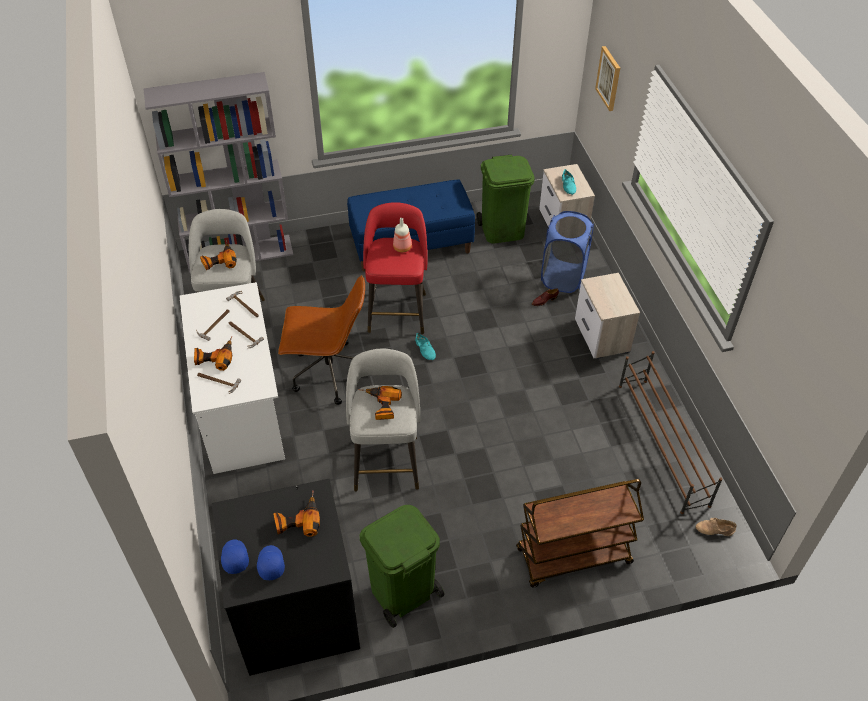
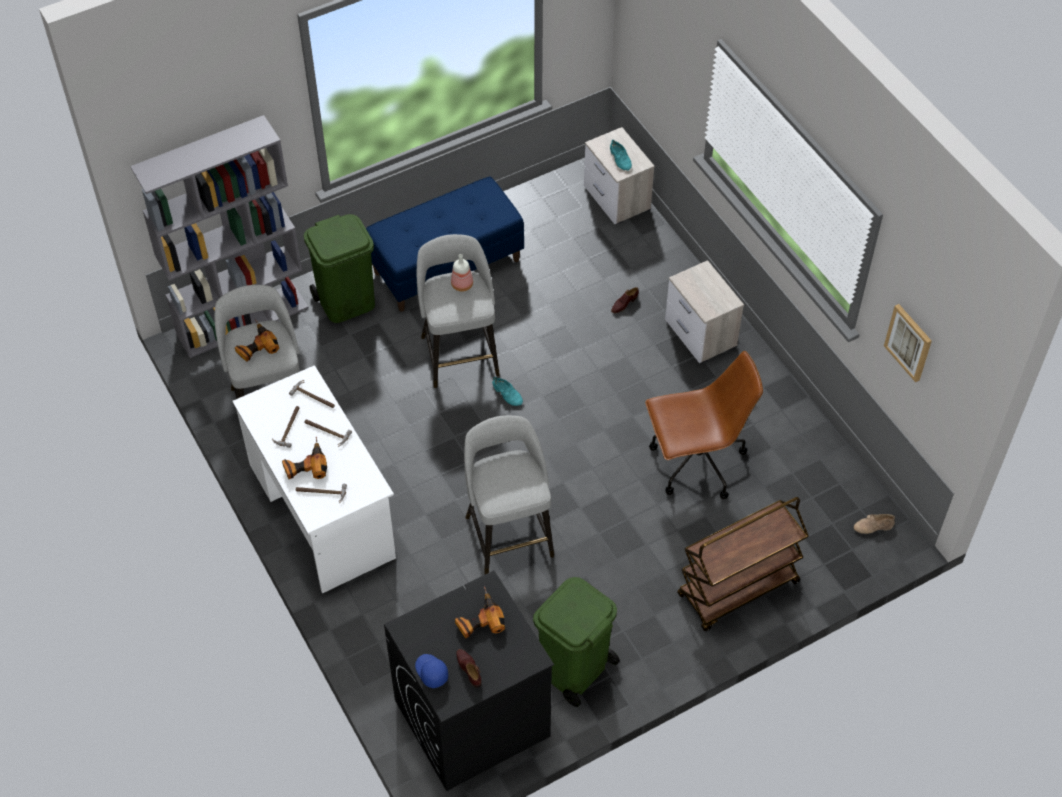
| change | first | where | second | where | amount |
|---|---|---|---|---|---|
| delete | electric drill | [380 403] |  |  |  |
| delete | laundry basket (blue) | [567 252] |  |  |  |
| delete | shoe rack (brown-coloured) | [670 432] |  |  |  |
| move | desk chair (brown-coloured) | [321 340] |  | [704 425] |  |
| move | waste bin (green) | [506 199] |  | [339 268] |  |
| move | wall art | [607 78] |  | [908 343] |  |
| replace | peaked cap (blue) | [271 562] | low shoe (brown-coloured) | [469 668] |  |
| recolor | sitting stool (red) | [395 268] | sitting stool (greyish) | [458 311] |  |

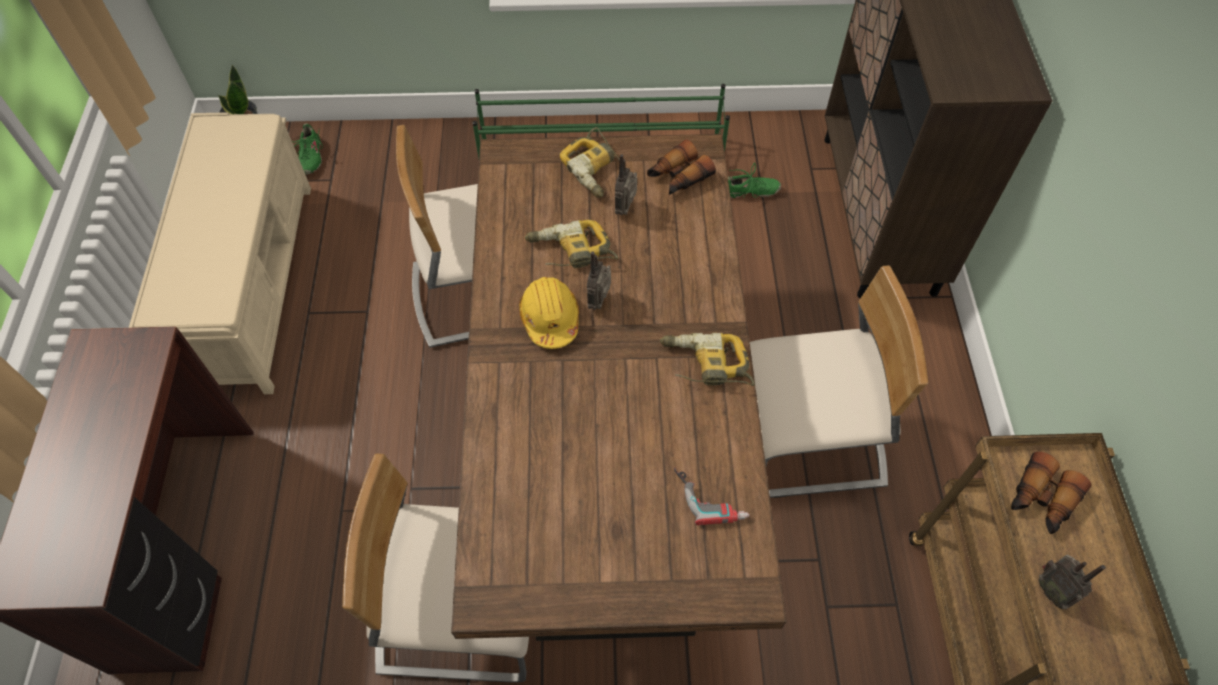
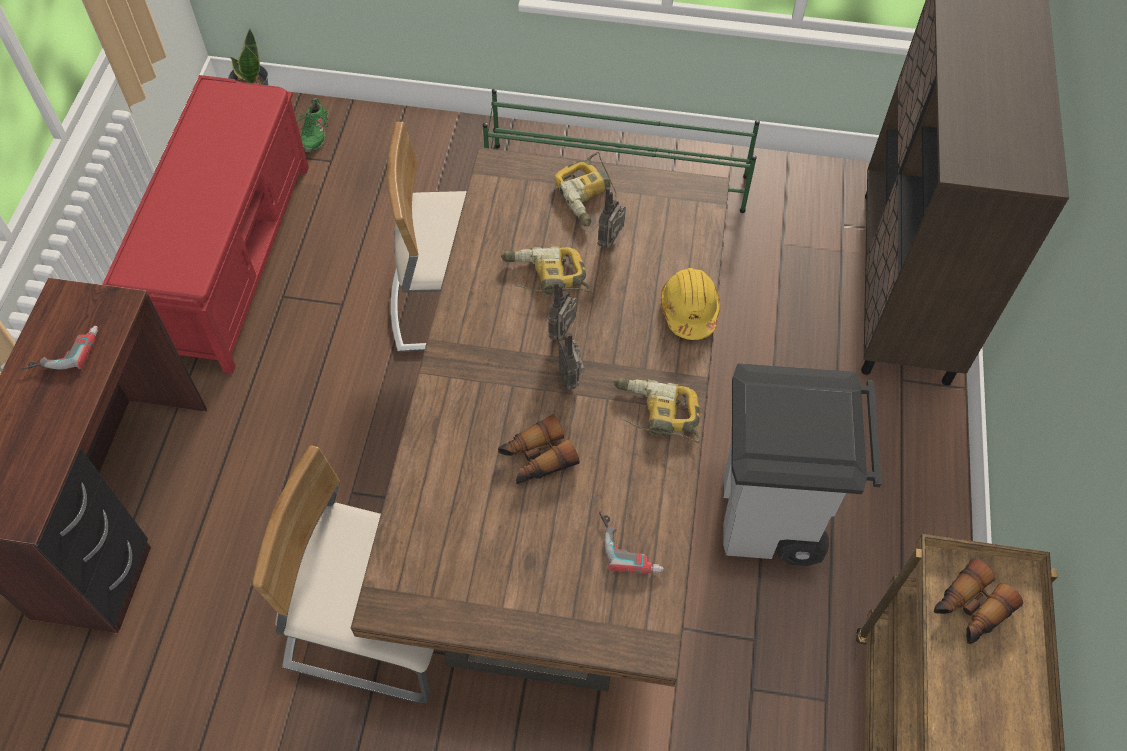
| change | first | where | second | where | amount |
|---|---|---|---|---|---|
| delete | low shoe (green) | [754 180] |  |  |  |
| insert |  |  | electric drill | [59 348] |  |
| move | work helmet (yellow-coloured) | [549 313] |  | [690 304] |  |
| move | field glasses | [681 167] |  | [538 449] |  |
| move | radio set | [1072 582] |  | [571 361] |  |
| replace | chair (sand-coloured) | [839 381] | waste bin (greyish) | [802 464] |  |
| recolor | indoor bench (sand-coloured) | [220 253] | indoor bench (red) | [205 224] |  |

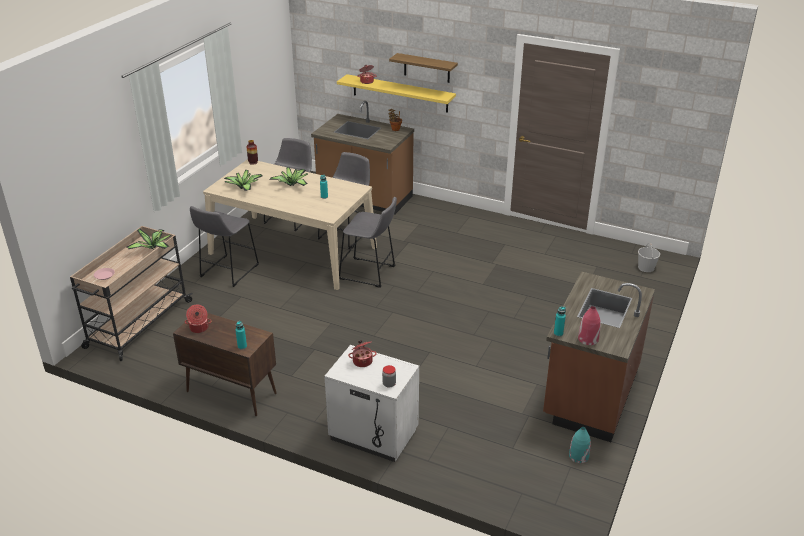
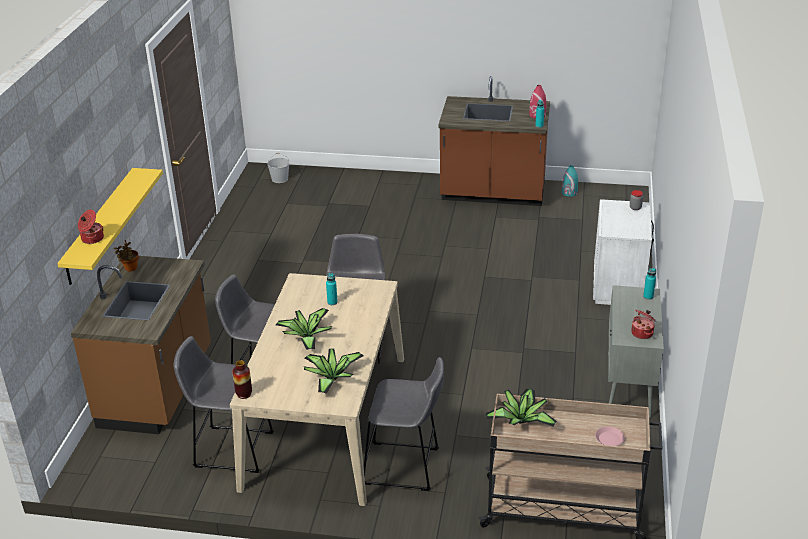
| change | first | where | second | where | amount |
|---|---|---|---|---|---|
| delete | cooking pot | [362 353] |  |  |  |
| delete | bracket shelf | [423 68] |  |  |  |
| recolor | cupboard (brown-coloured) | [225 364] | cupboard (greyish) | [636 351] |  |

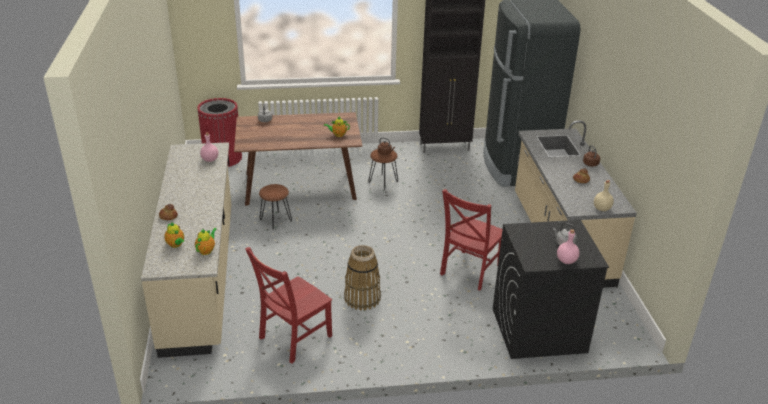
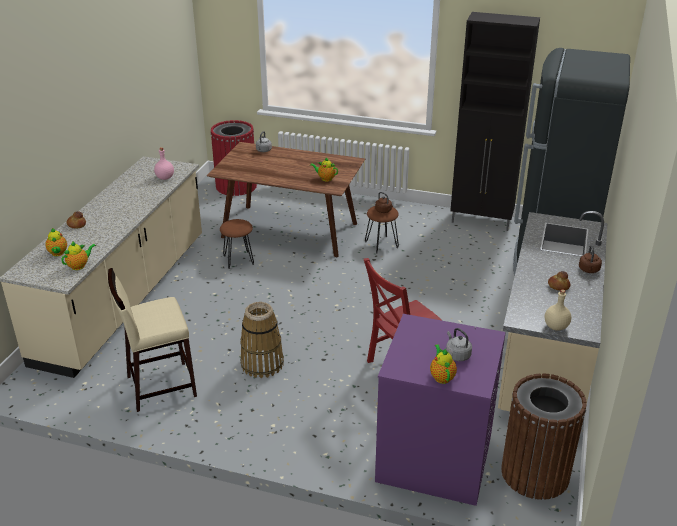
| change | first | where | second | where | amount |
|---|---|---|---|---|---|
| insert |  |  | waste bin (brown-coloured) | [544 436] |  |
| replace | chair (red) | [288 305] | sitting stool (sand-coloured) | [152 340] |  |
| replace | bottle (pinkish) | [568 246] | tea pot | [443 364] |  |
| recolor | laundry machine (black) | [551 289] | laundry machine (purple-coloured) | [440 410] |  |

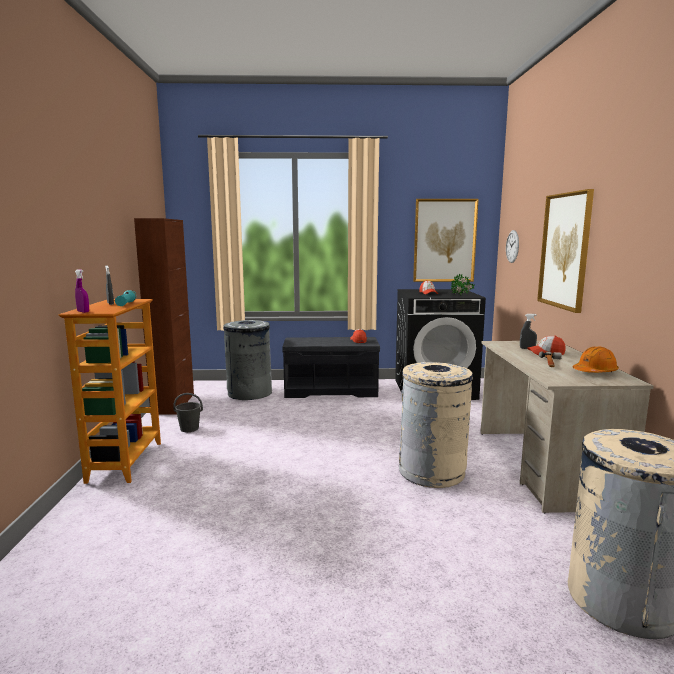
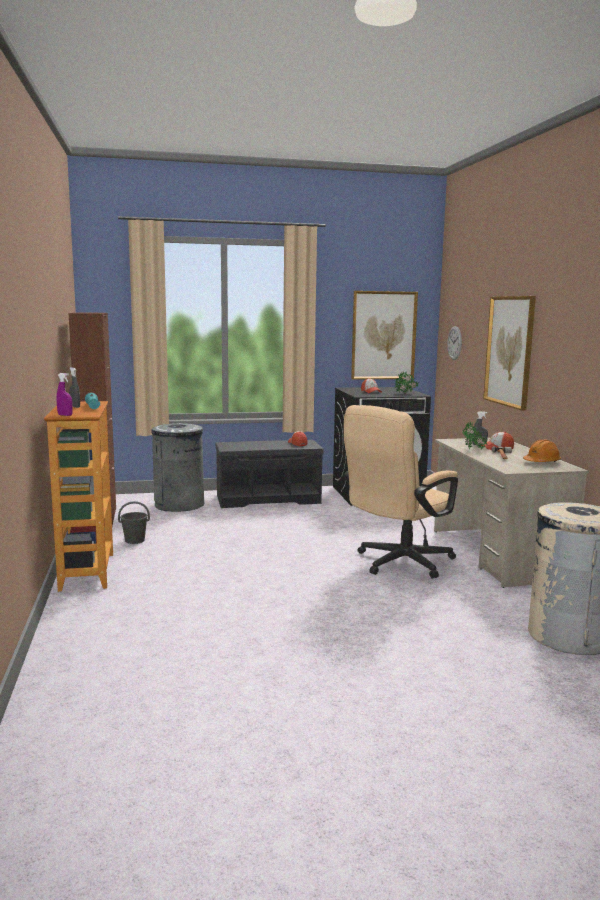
| change | first | where | second | where | amount |
|---|---|---|---|---|---|
| insert |  |  | potted plant | [474 435] |  |
| replace | waste bin (sand-coloured) | [436 425] | desk chair (sand-coloured) | [401 492] |  |

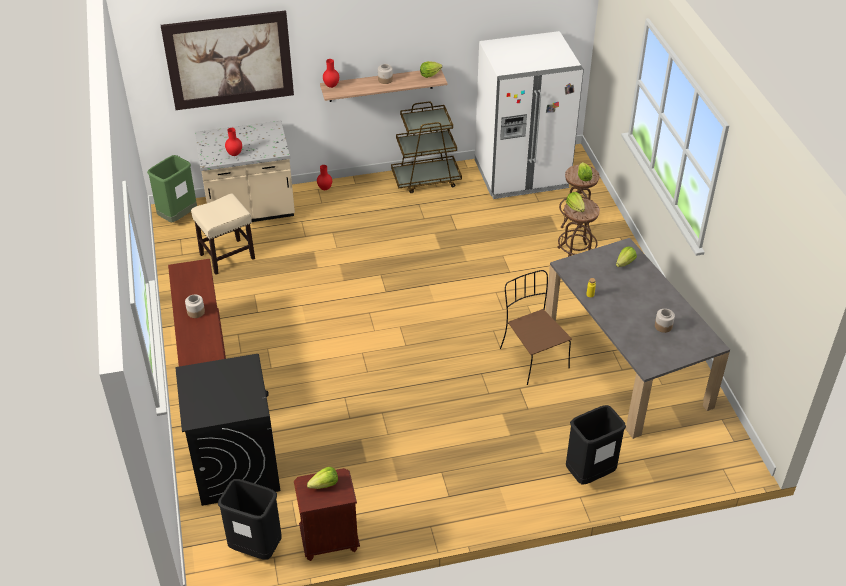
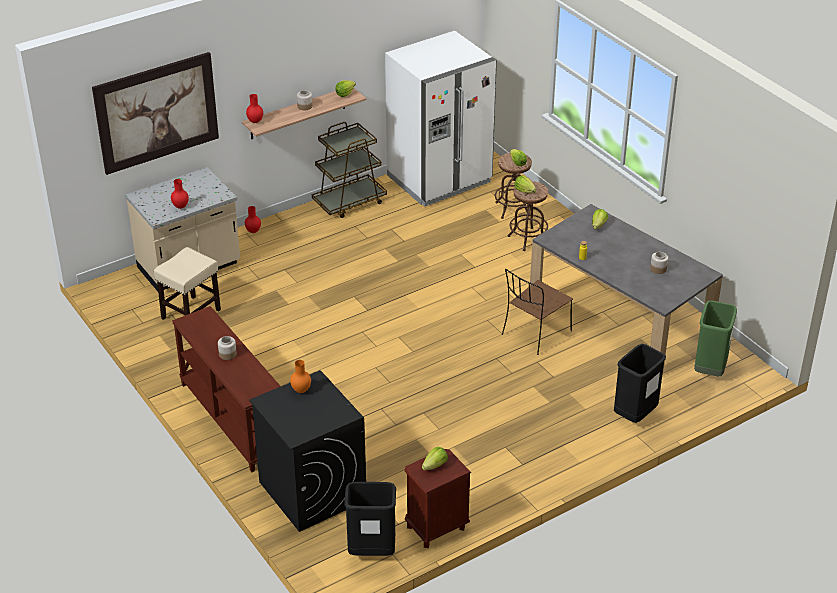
| change | first | where | second | where | amount |
|---|---|---|---|---|---|
| insert |  |  | decorative vase (orange-coloured) | [300 376] |  |
| move | waste bin (green) | [172 188] |  | [715 338] |  |
| rotate | chair (brown-coloured) | [536 327] |  | [537 312] | 90 degrees counterclockwise |

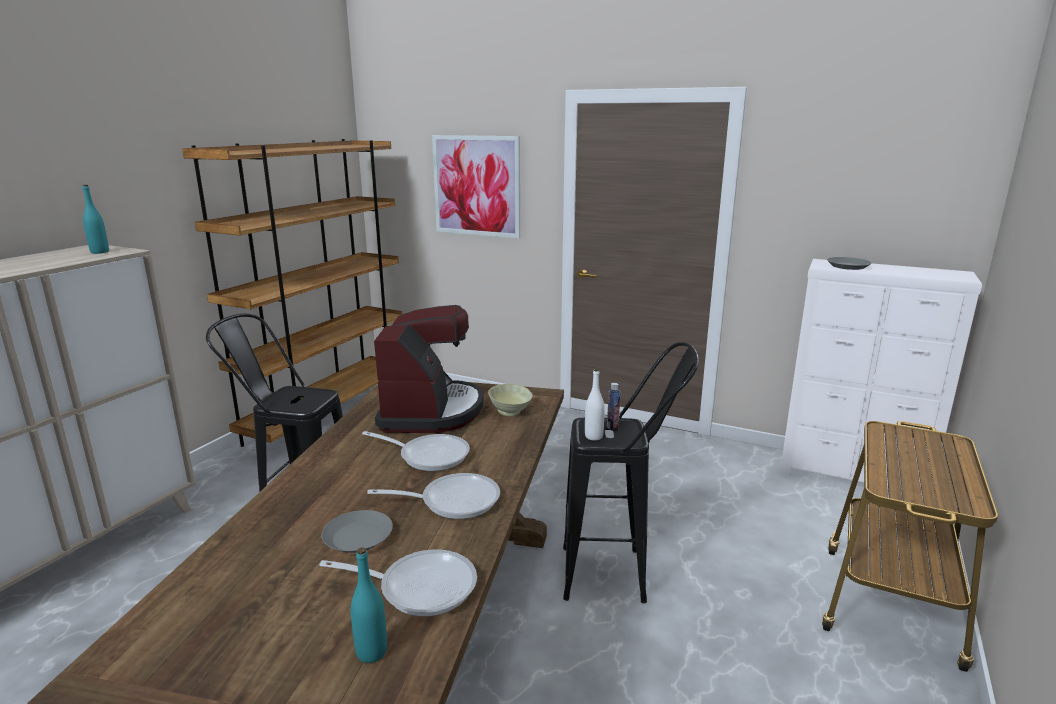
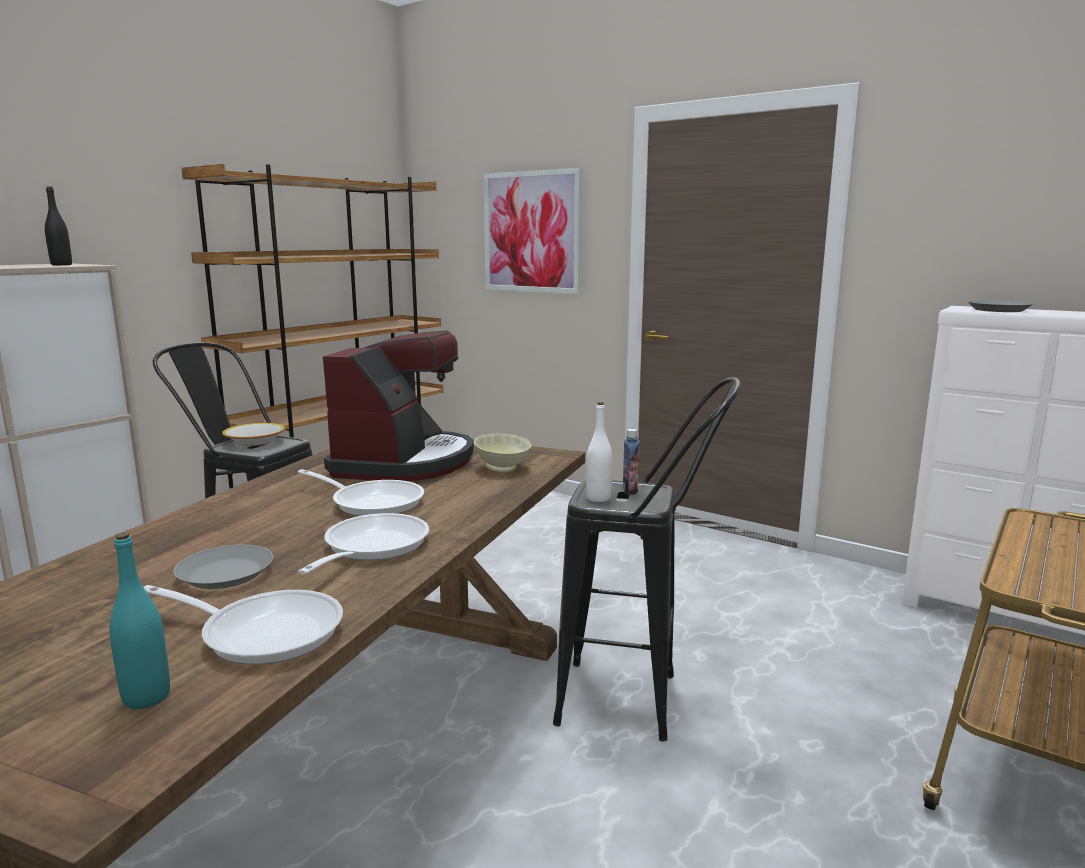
| change | first | where | second | where | amount |
|---|---|---|---|---|---|
| insert |  |  | deep dish | [253 434] |  |
| recolor | bottle (turquoise-coloured) | [96 219] | bottle (black) | [58 225] |  |
| rotate | skillet | [433 496] |  | [363 543] | 75 degrees counterclockwise |

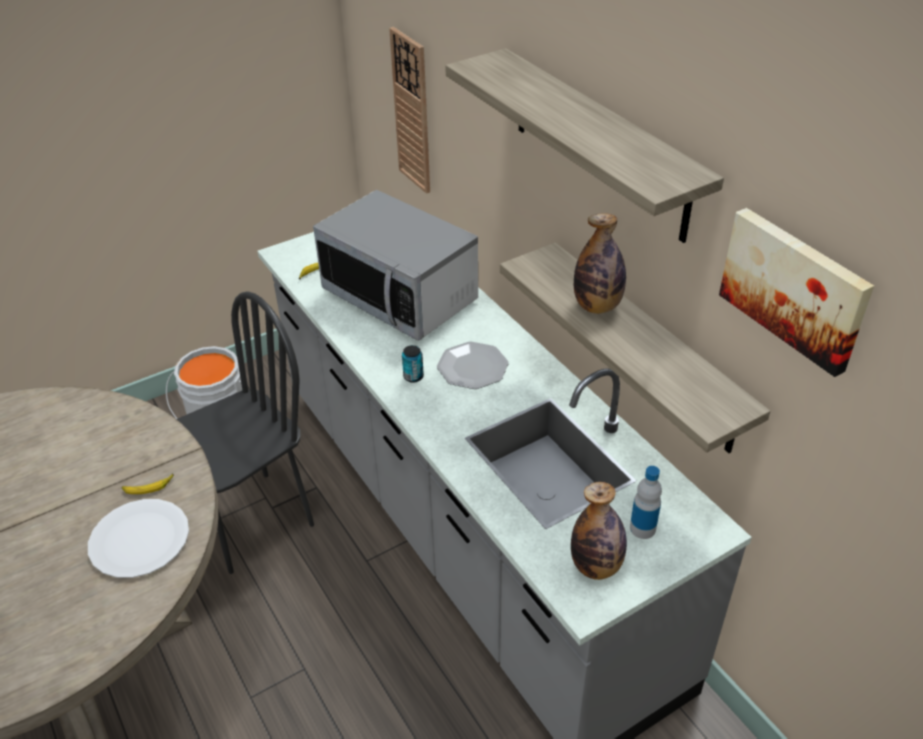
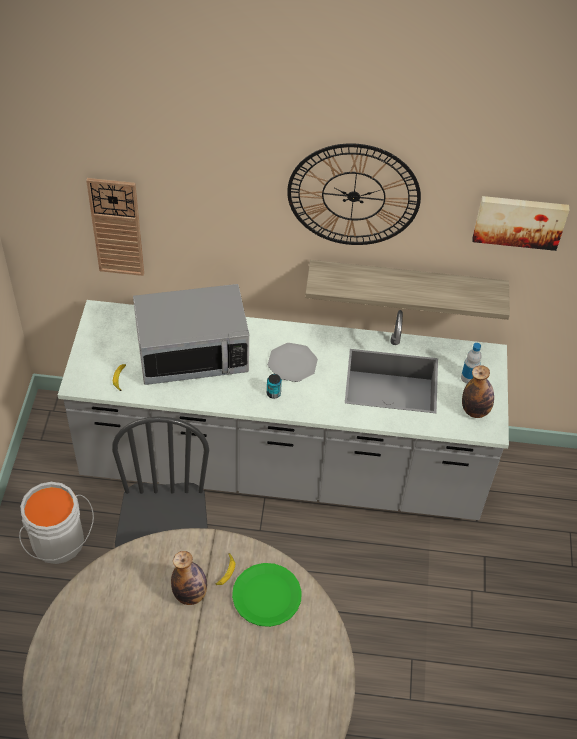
| change | first | where | second | where | amount |
|---|---|---|---|---|---|
| move | bottle | [600 263] |  | [189 578] |  |
| replace | bracket shelf | [584 145] | hanging clock | [354 194] |  |
| recolor | flat dish (whitish) | [138 538] | flat dish (green) | [267 595] |  |

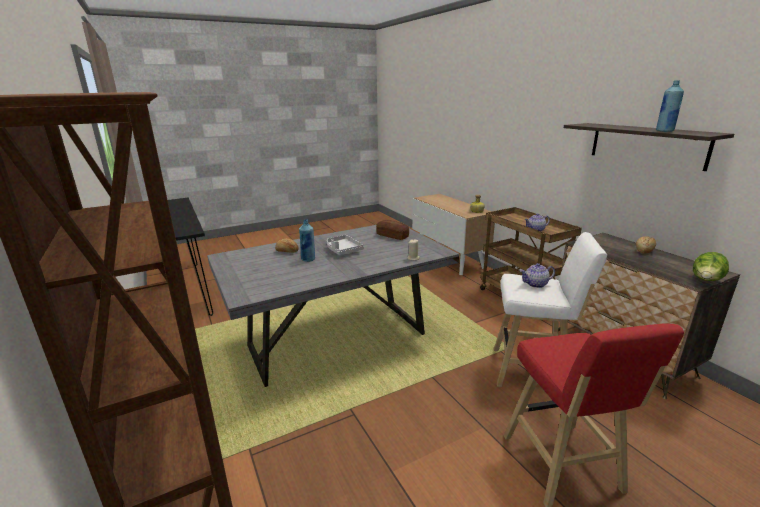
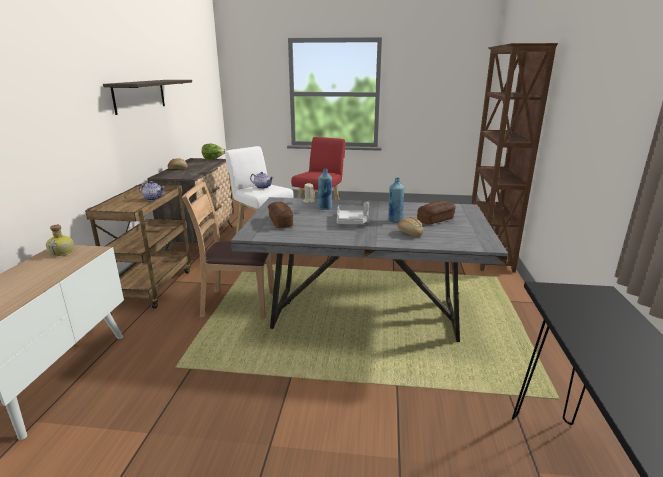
| change | first | where | second | where | amount |
|---|---|---|---|---|---|
| insert |  |  | chair (brown-coloured) | [228 250] |  |
| insert |  |  | bakery bread | [436 213] |  |
| move | bottle (blue) | [670 106] |  | [325 189] |  |

